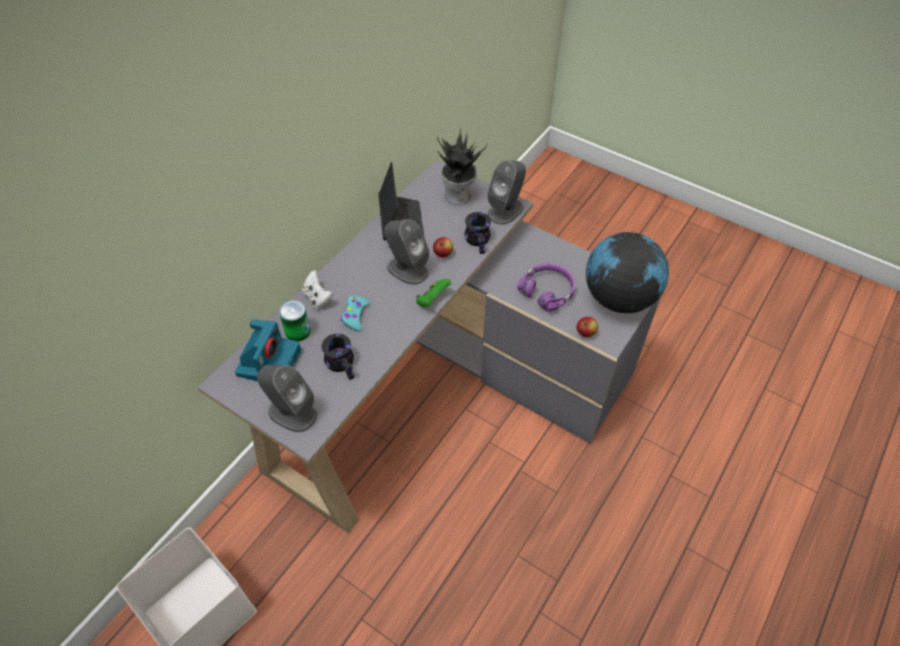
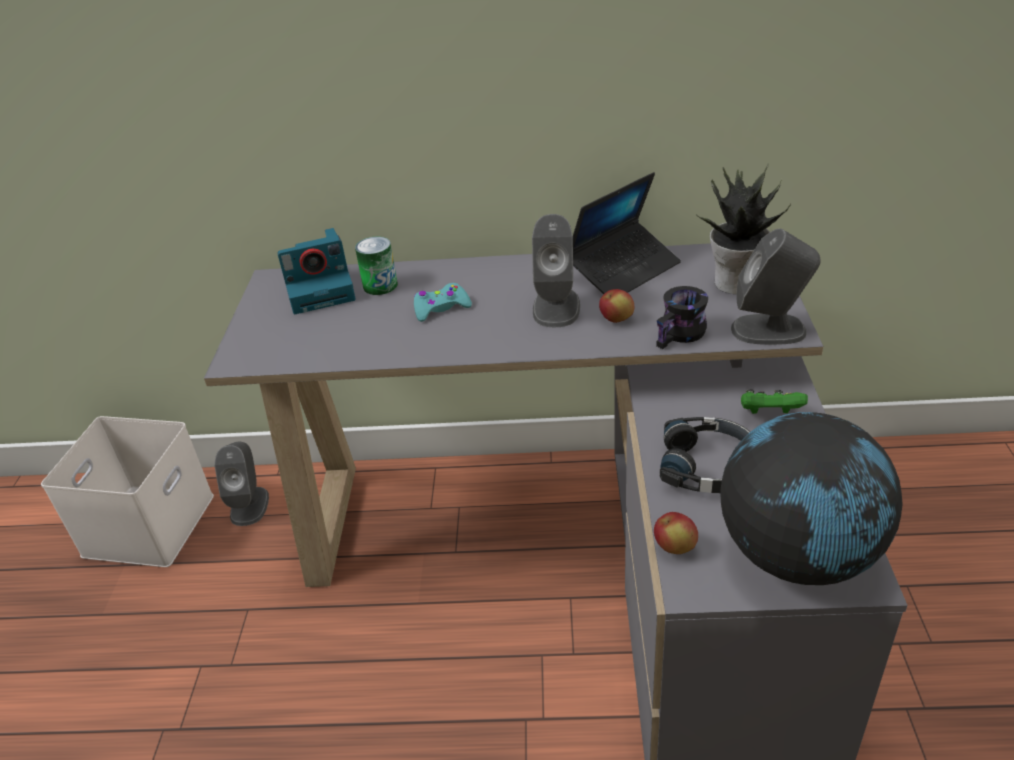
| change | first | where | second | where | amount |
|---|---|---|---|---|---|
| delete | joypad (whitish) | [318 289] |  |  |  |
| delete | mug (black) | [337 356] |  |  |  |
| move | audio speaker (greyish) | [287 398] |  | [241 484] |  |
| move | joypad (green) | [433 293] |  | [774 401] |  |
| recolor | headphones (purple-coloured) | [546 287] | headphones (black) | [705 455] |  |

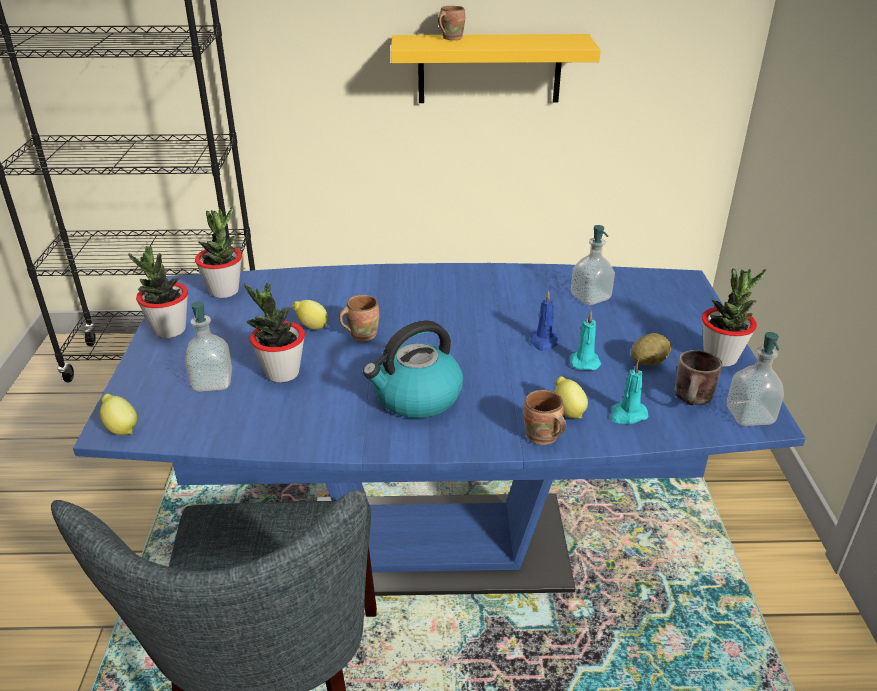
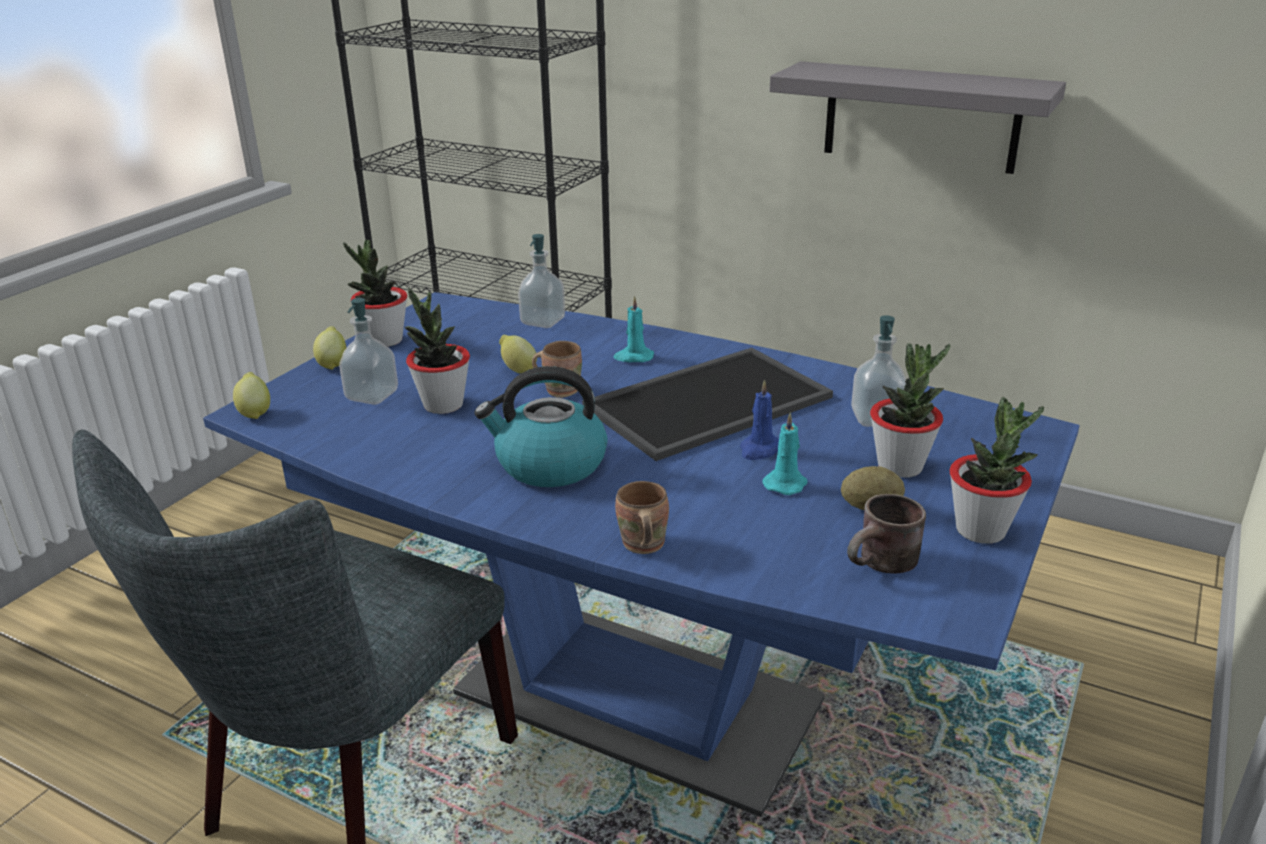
| change | first | where | second | where | amount |
|---|---|---|---|---|---|
| delete | mug (brown-coloured) | [451 23] |  |  |  |
| insert |  |  | serving tray | [707 404] |  |
| move | potted plant | [218 252] |  | [910 410] |  |
| move | whole lemon | [571 397] |  | [329 348] |  |
| move | candle (turquoise-coloured) | [629 392] |  | [633 329] |  |
| move | liquid soap bottle | [755 379] |  | [541 281] |  |
| recolor | bracket shelf (yellow-coloured) | [496 68] | bracket shelf (greyish) | [918 117] |  |

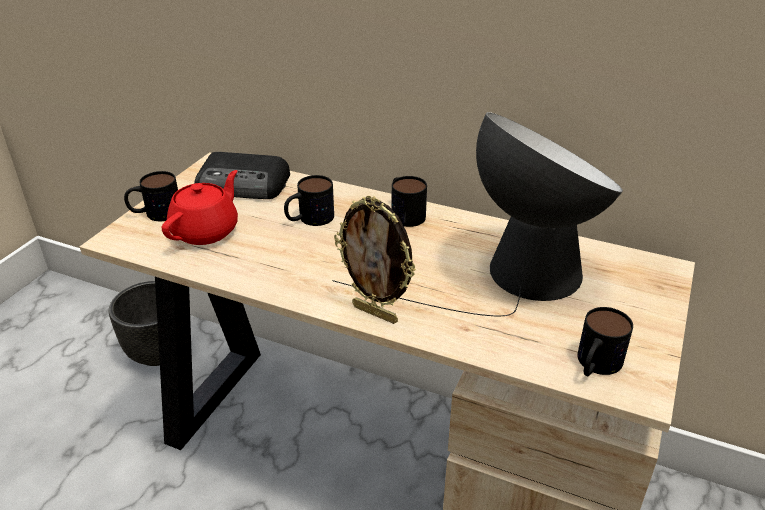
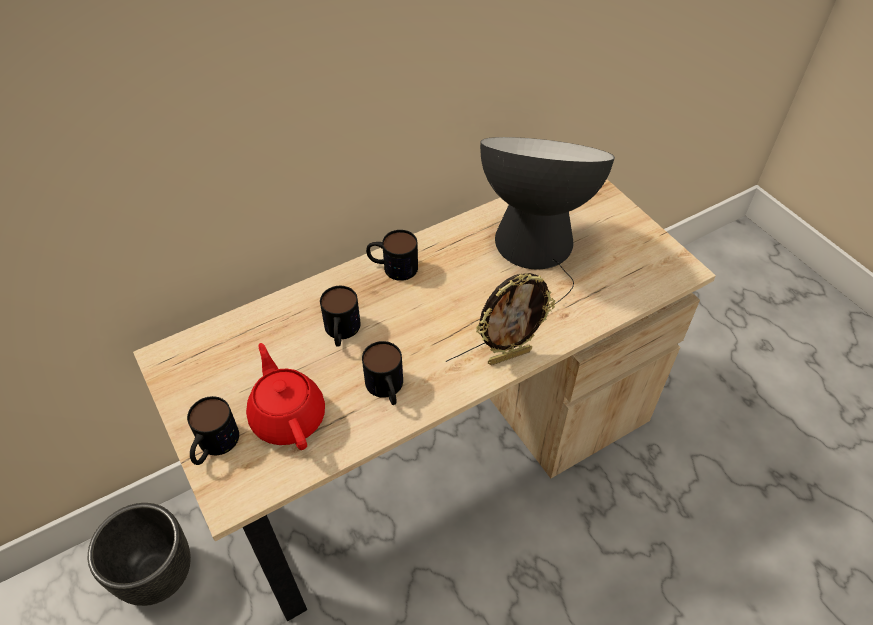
| change | first | where | second | where | amount |
|---|---|---|---|---|---|
| delete | radio set | [242 175] |  |  |  |
| move | mug | [605 341] |  | [382 373] |  |

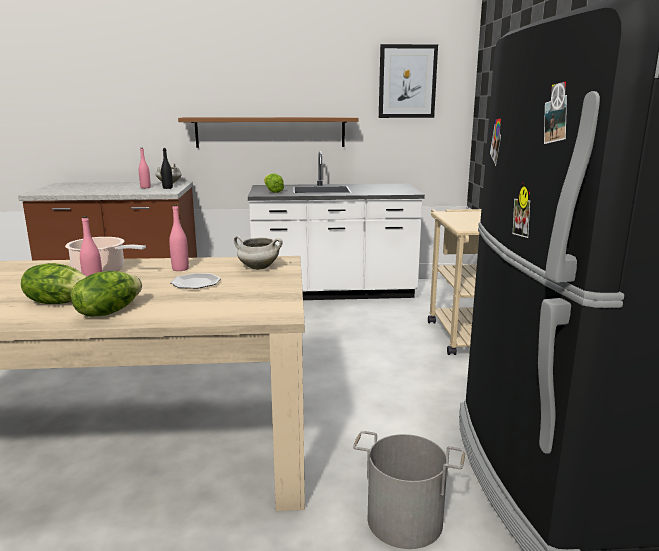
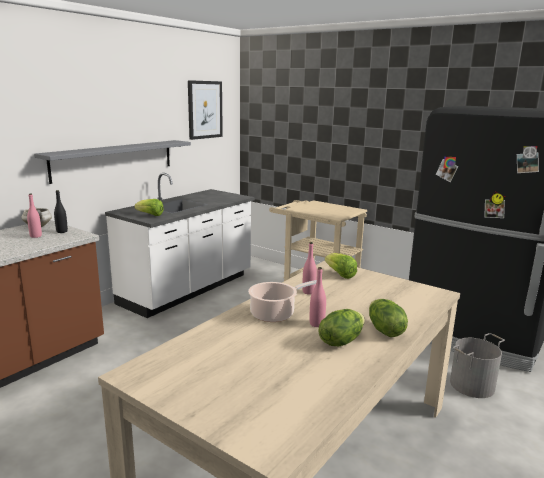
| change | first | where | second | where | amount |
|---|---|---|---|---|---|
| delete | flat dish | [195 281] |  |  |  |
| replace | cooking pot (whitish) | [258 252] | lettuce | [341 266] |  |
| recolor | bracket shelf (brown-coloured) | [268 132] | bracket shelf (greyish) | [112 162] |  |

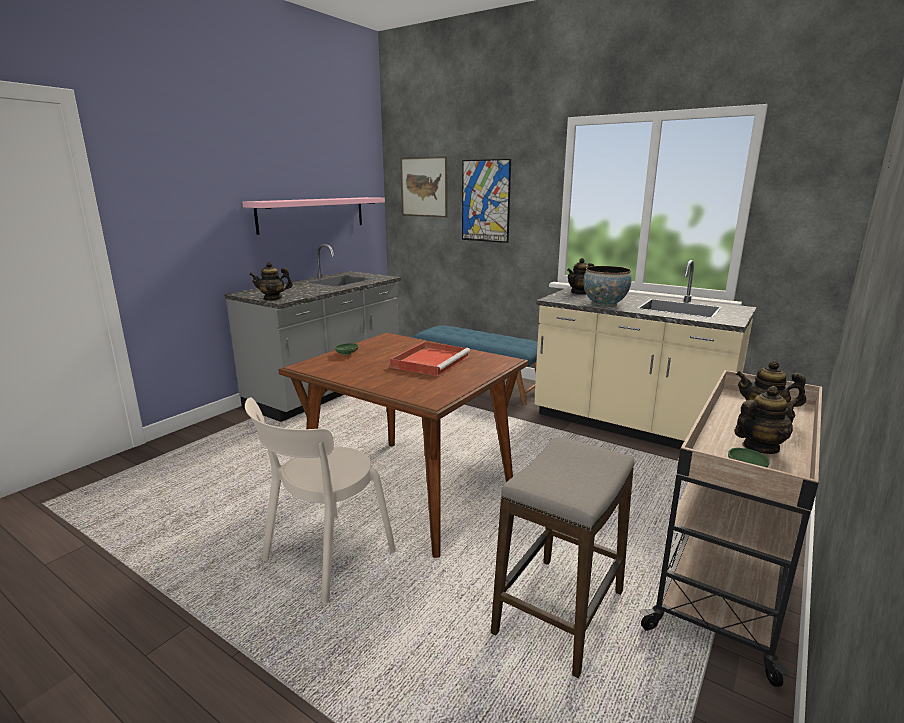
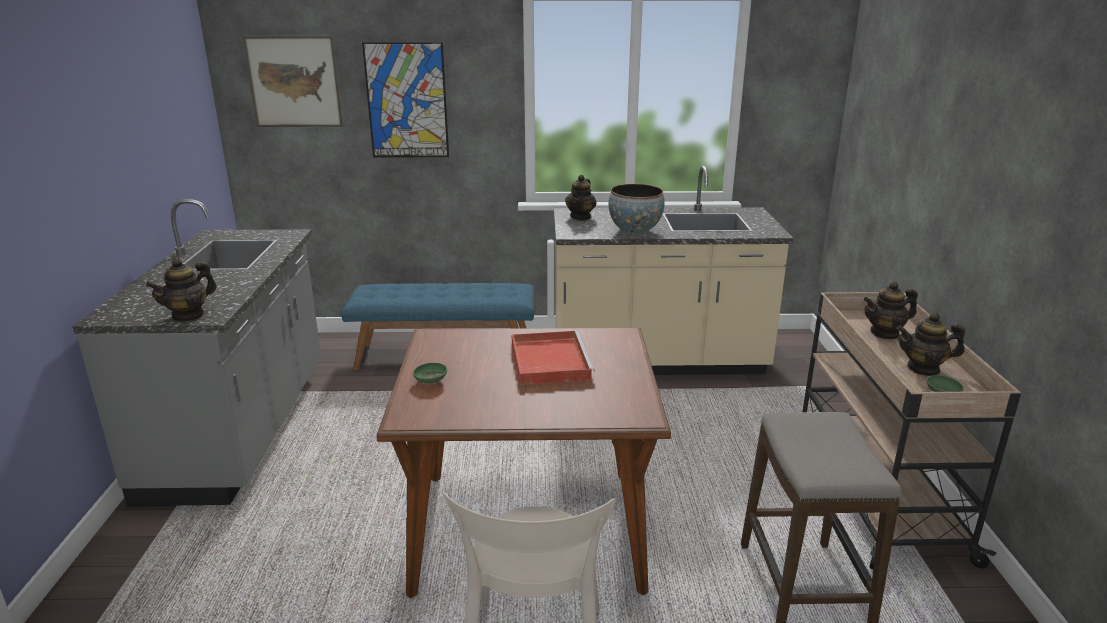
| change | first | where | second | where | amount |
|---|---|---|---|---|---|
| delete | bracket shelf (pinkish) | [313 216] |  |  |  |
| rotate | tea pot | [767 420] |  | [930 344] | 120 degrees counterclockwise |

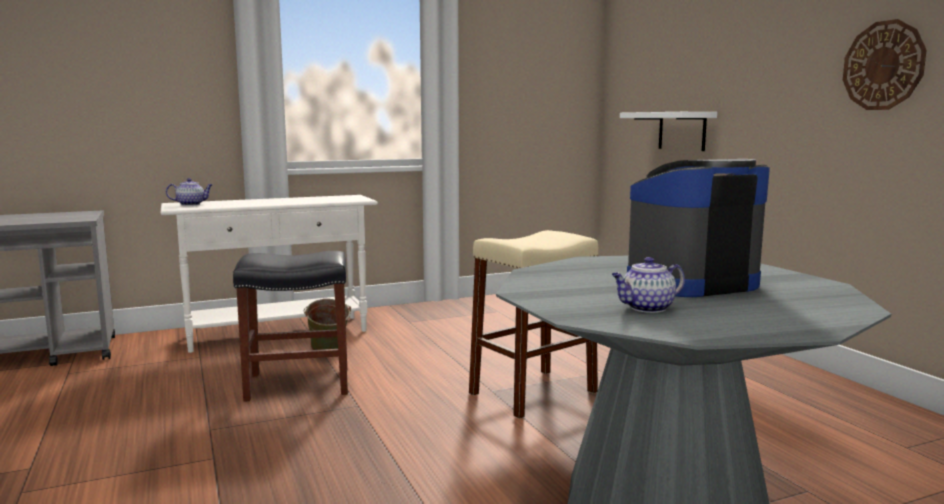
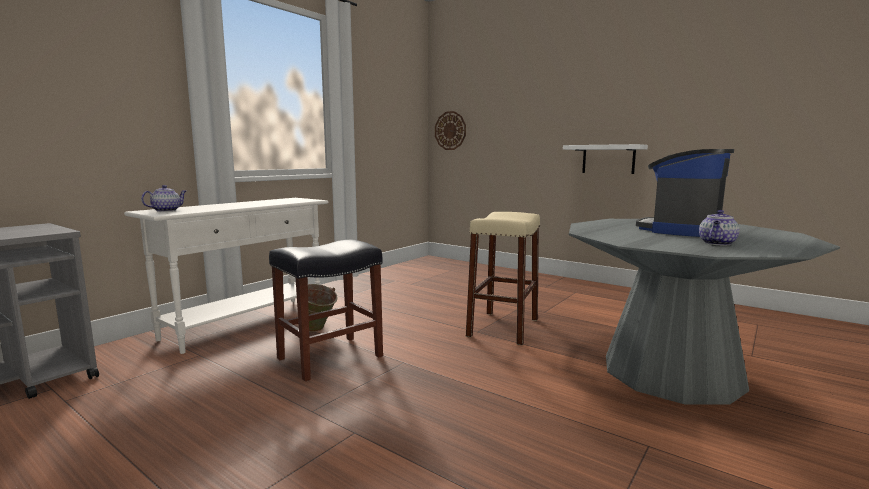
| change | first | where | second | where | amount |
|---|---|---|---|---|---|
| move | bracket shelf (whitish) | [668 131] |  | [605 159] |  |
| move | hanging clock | [885 64] |  | [450 130] |  |

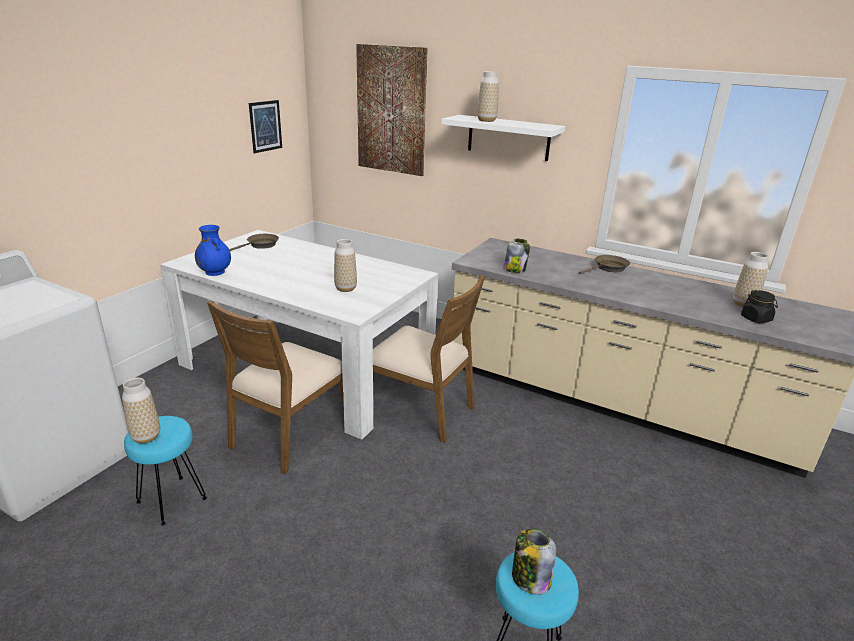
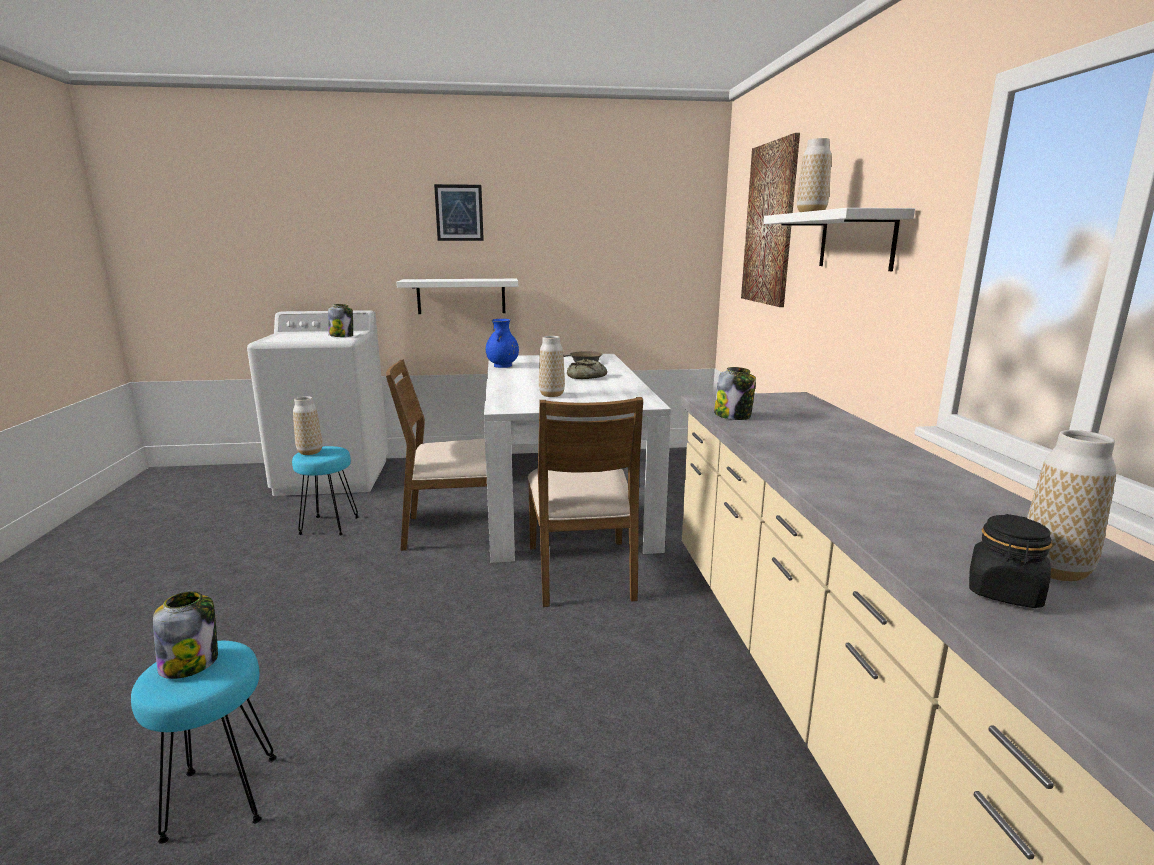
| change | first | where | second | where | amount |
|---|---|---|---|---|---|
| delete | skillet (brown-coloured) | [604 264] |  |  |  |
| insert |  |  | preserve jar | [340 320] |  |
| insert |  |  | bracket shelf (whitish) | [457 296] |  |
| insert |  |  | bakery bread | [587 369] |  |
| move | wall art | [265 126] |  | [459 212] |  |

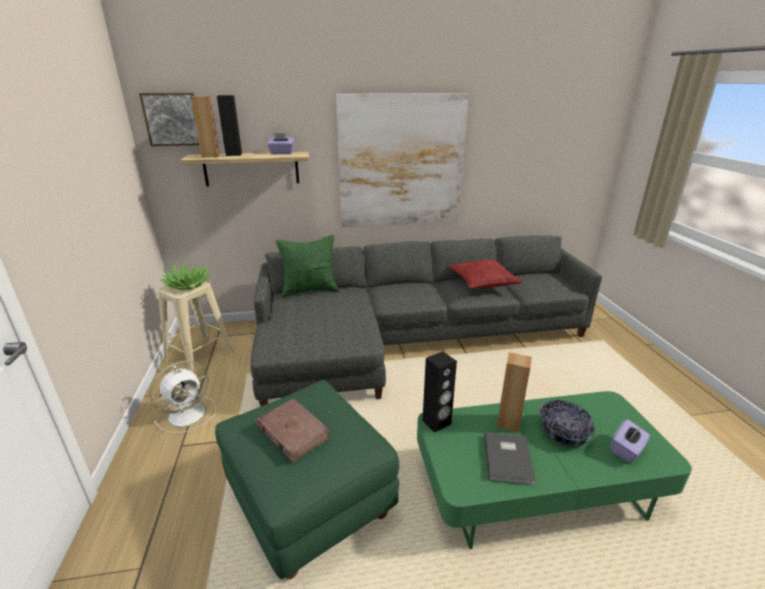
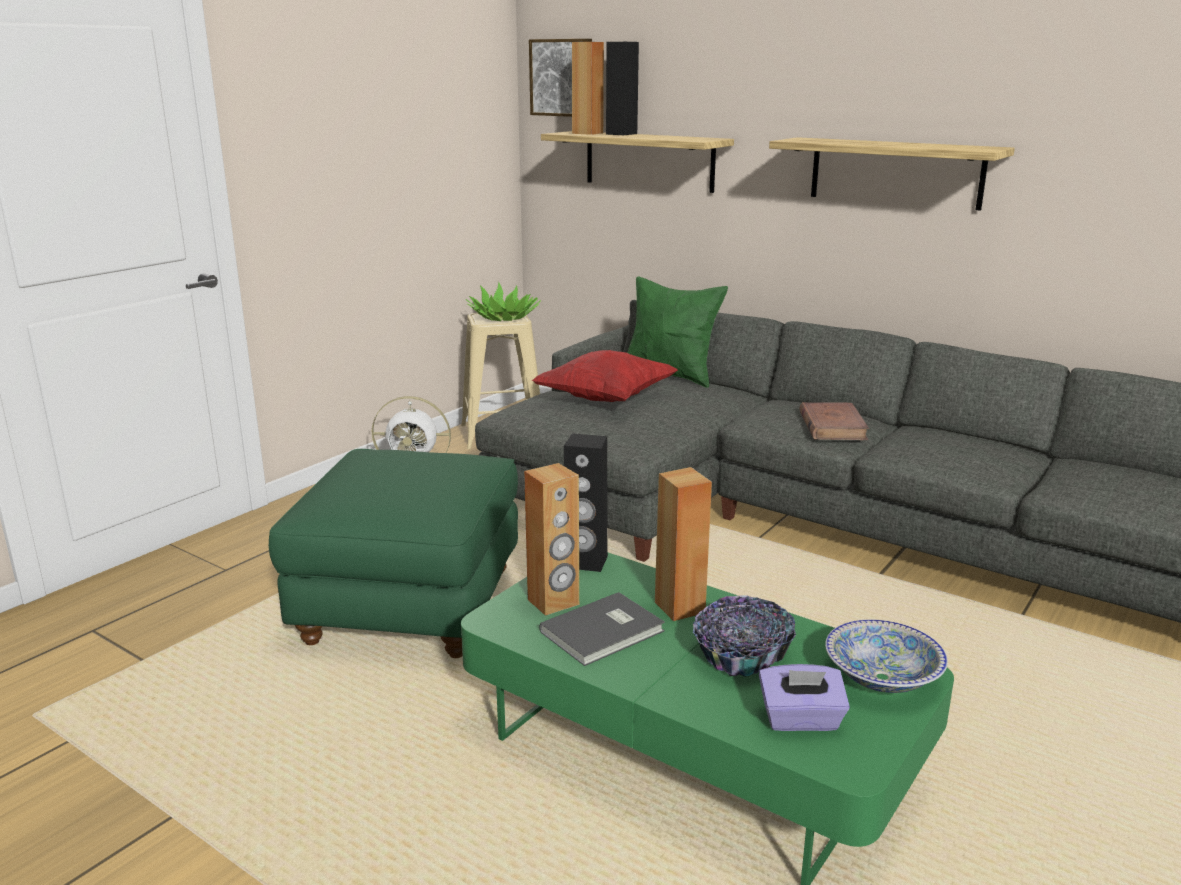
| change | first | where | second | where | amount |
|---|---|---|---|---|---|
| delete | tissue holder (purple-coloured) | [281 143] |  |  |  |
| insert |  |  | audio speaker (brown-coloured) | [551 539] |  |
| insert |  |  | deep dish | [886 656] |  |
| move | book (brown-coloured) | [293 430] |  | [834 421] |  |
| move | cushion (red) | [486 274] |  | [605 376] |  |
| replace | wall art | [402 160] | bracket shelf | [892 174] |  |

